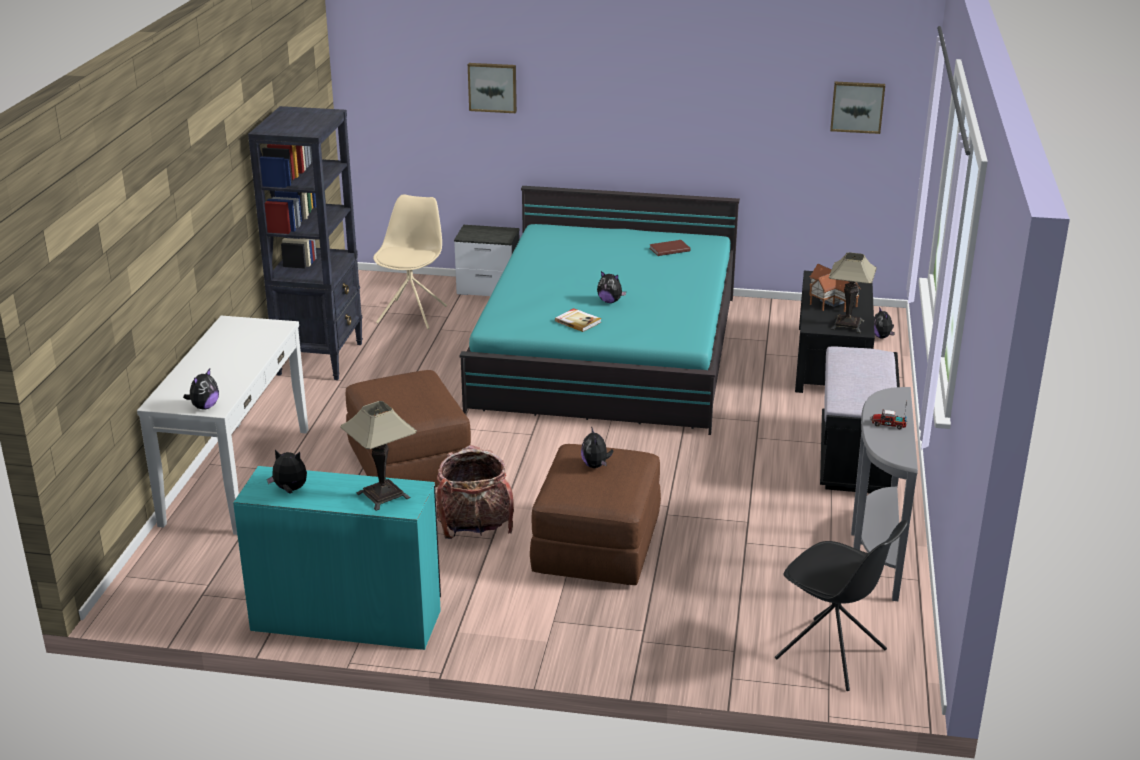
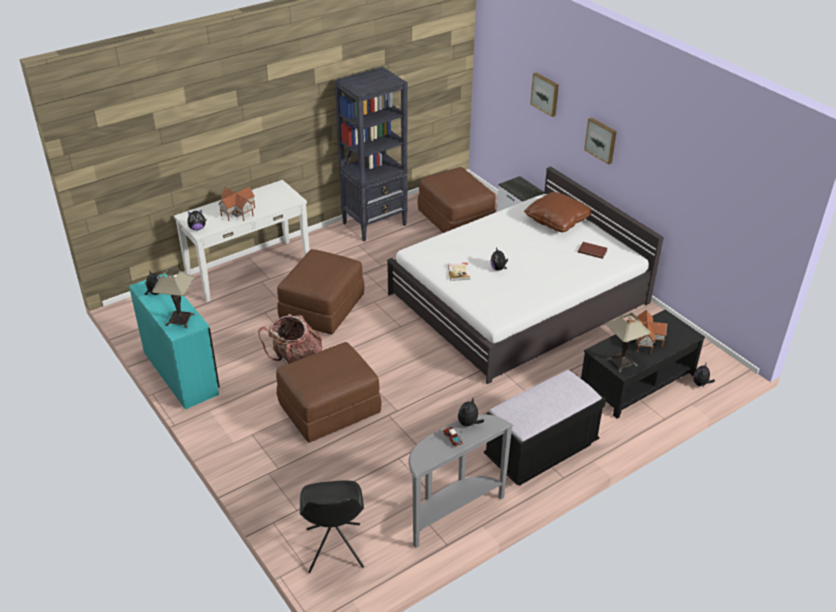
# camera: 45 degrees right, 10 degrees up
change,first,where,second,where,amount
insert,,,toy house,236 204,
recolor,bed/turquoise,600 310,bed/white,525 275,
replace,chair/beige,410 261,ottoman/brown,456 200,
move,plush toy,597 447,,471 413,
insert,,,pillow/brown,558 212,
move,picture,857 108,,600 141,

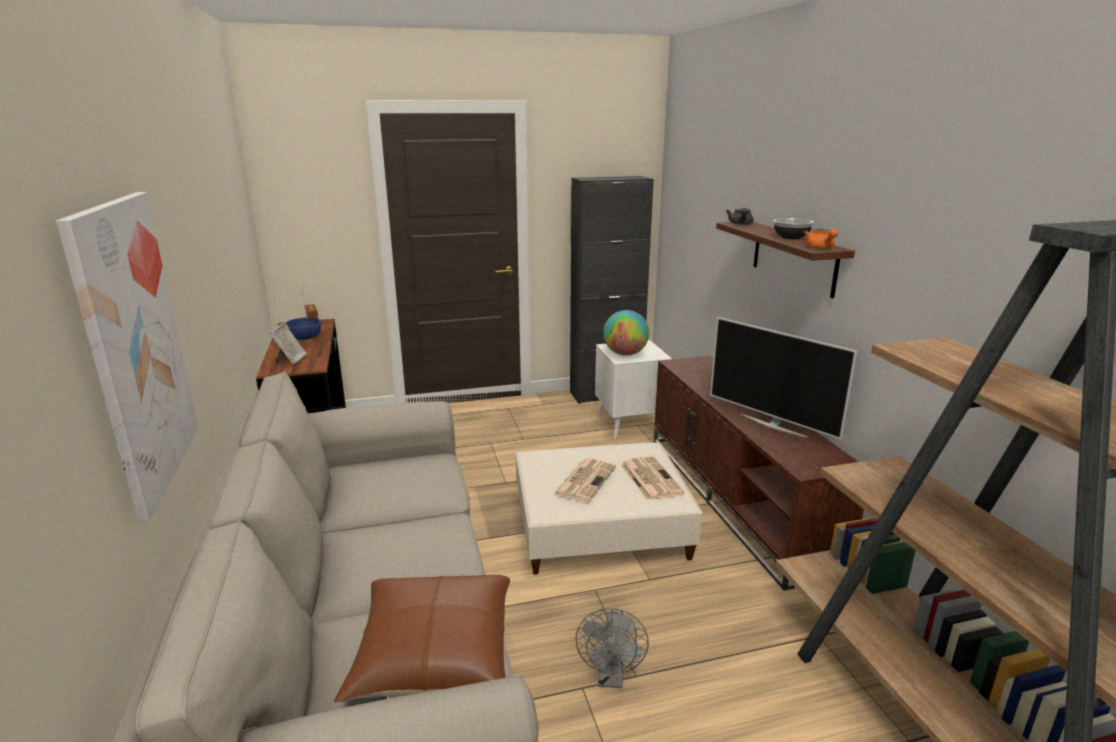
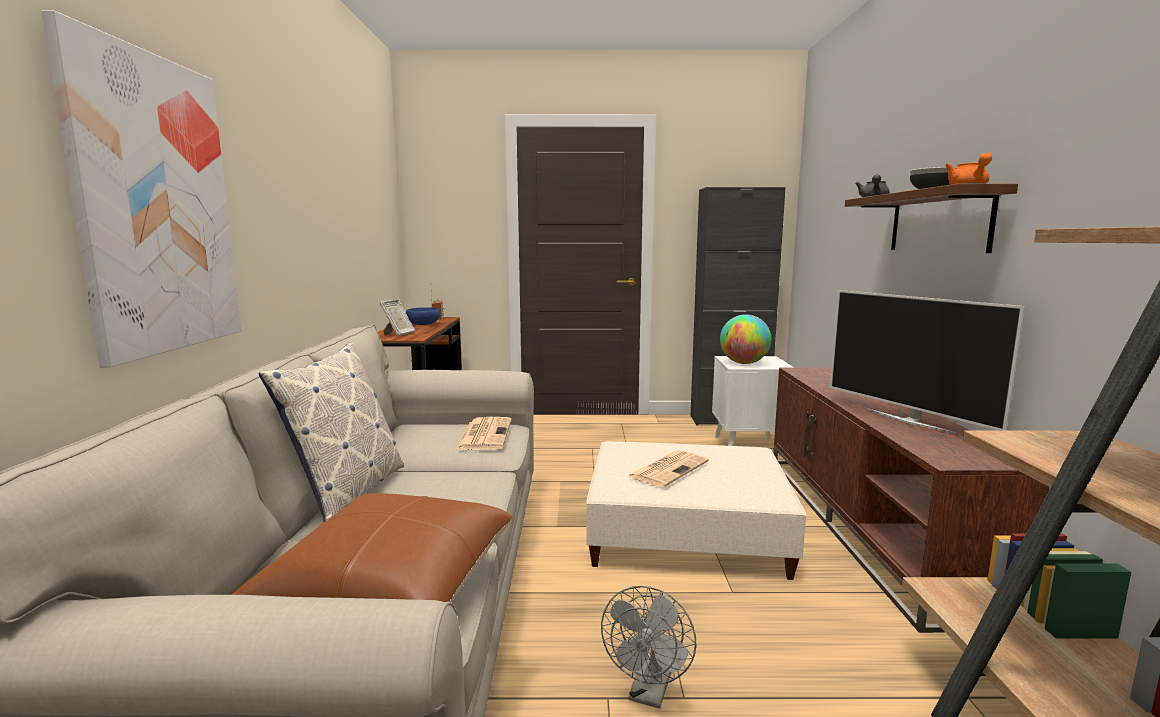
# camera: 15 degrees right, 10 degrees down
change,first,where,second,where,amount
insert,,,pillow,331 432,
move,newspaper,652 478,,483 433,

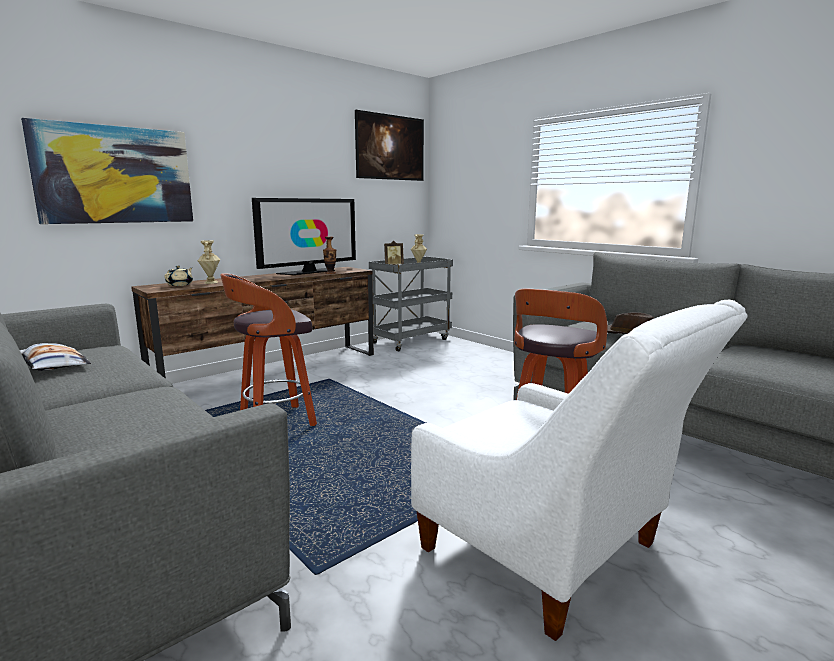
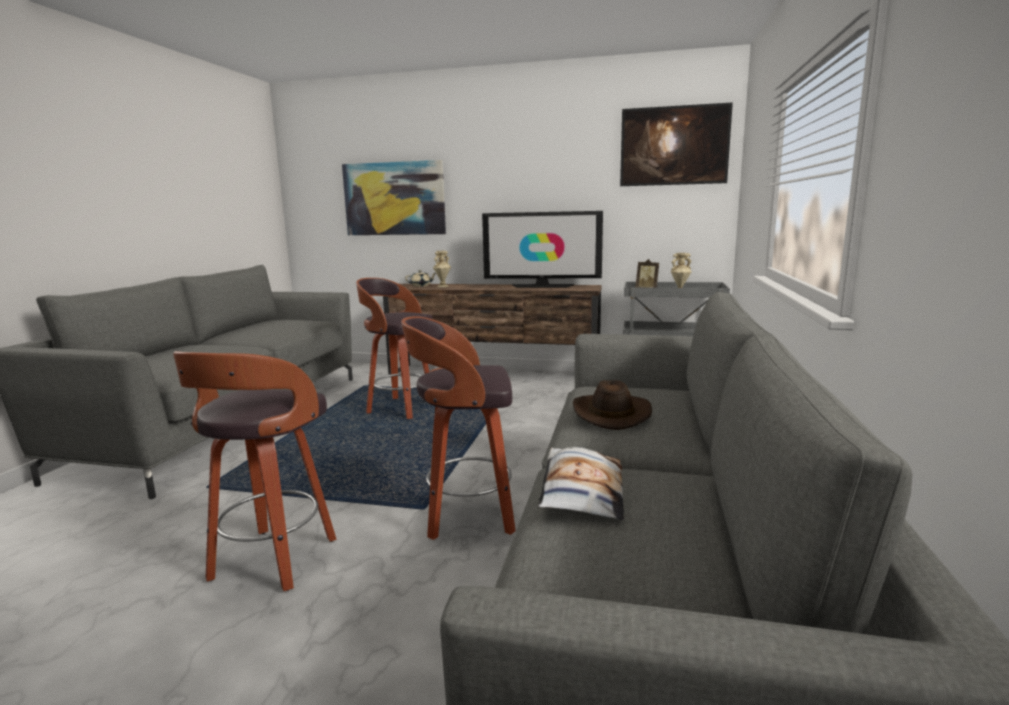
# camera: 55 degrees right, 0 degrees up
change,first,where,second,where,amount
replace,armchair/white,579 470,stool,255 471,
move,pillow,55 357,,581 483,
delete,vase,329 255,,,

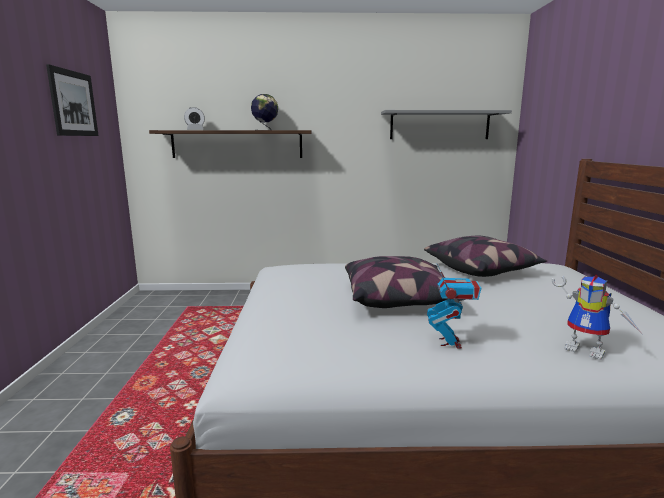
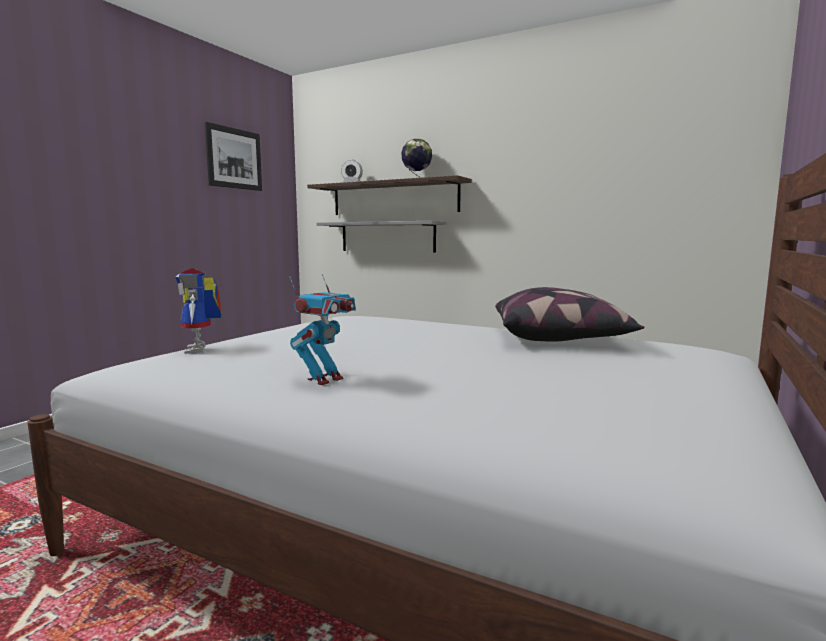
# camera: 30 degrees right, 5 degrees down
change,first,where,second,where,amount
move,toy robot,596 317,,198 311,
move,shelf/grey,446 124,,381 237,
delete,pillow,405 282,,,

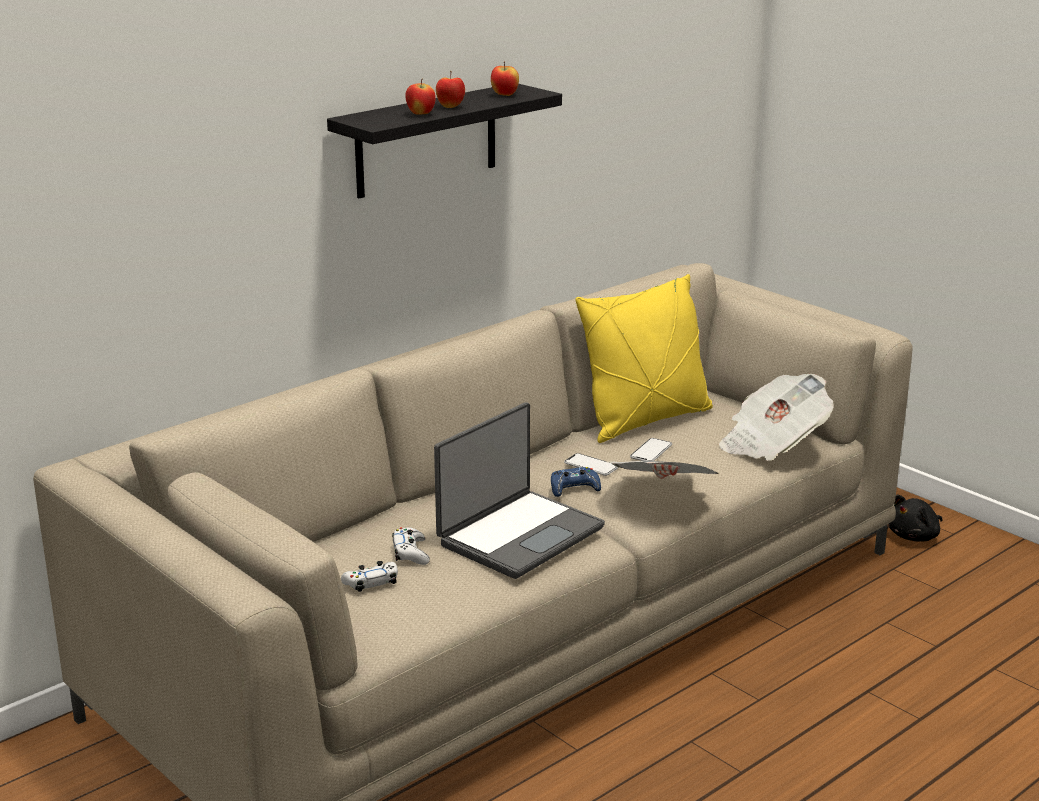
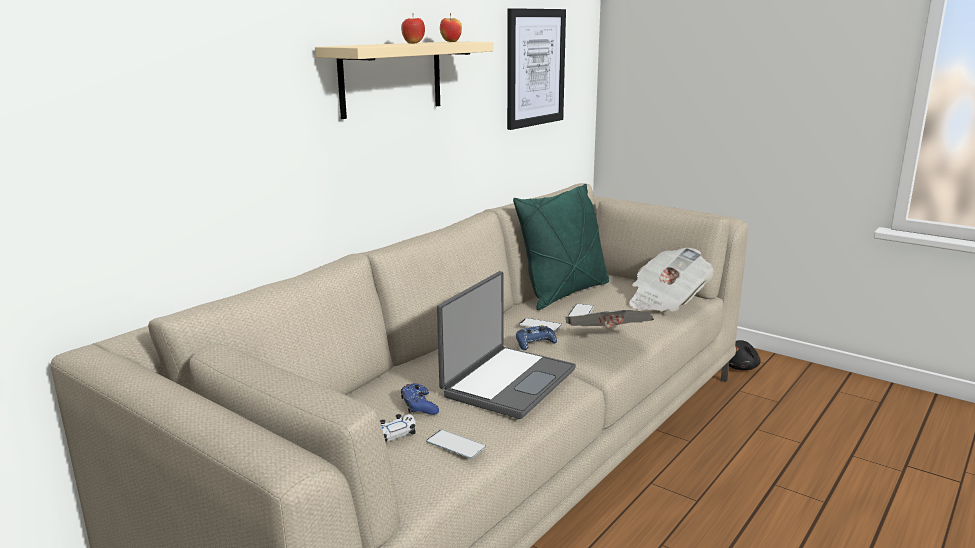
# camera: 10 degrees left, 5 degrees down
change,first,where,second,where,amount
recolor,shelf/black,444 141,shelf/beige,404 80,
recolor,game controller/white,411 546,game controller/blue,420 399,
insert,,,phone,456 444,
insert,,,picture,536 69,
recolor,pillow/yellow,644 358,pillow/green,561 247,
delete,apple,420 96,,,

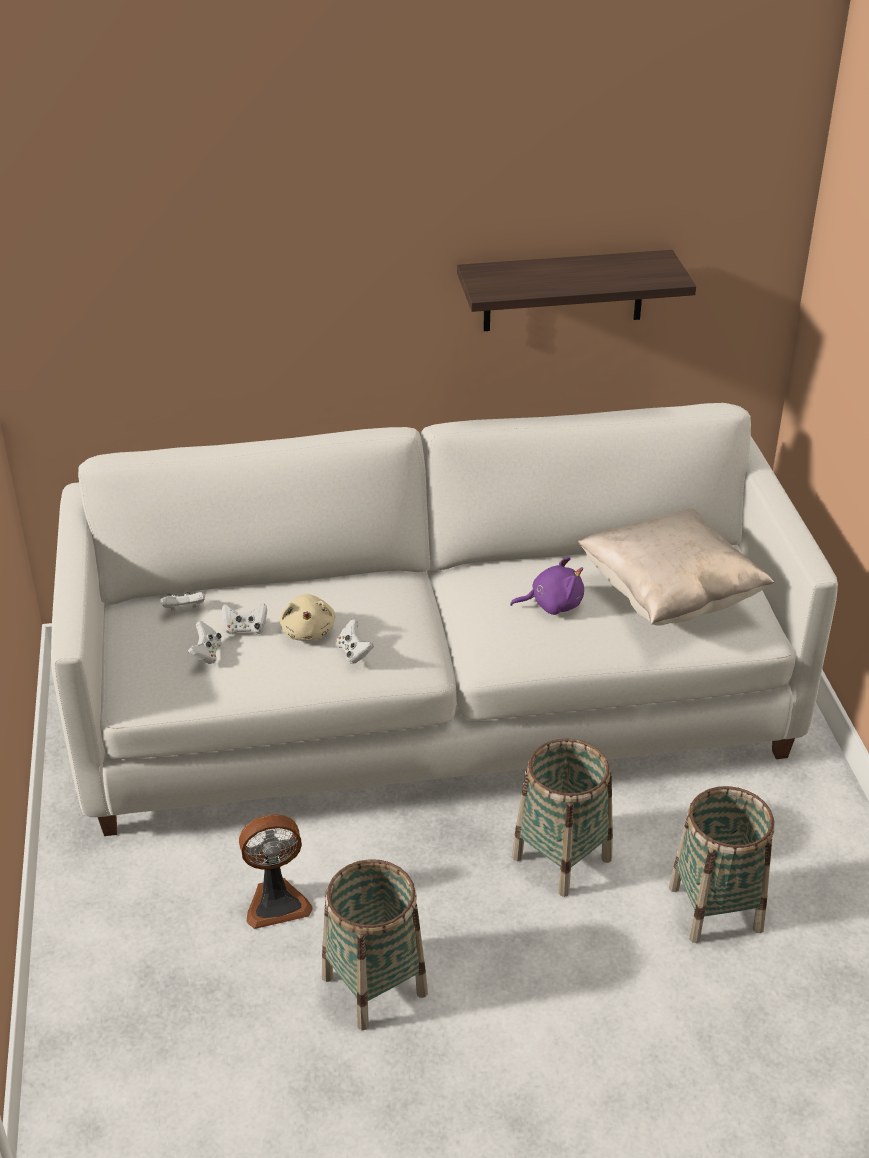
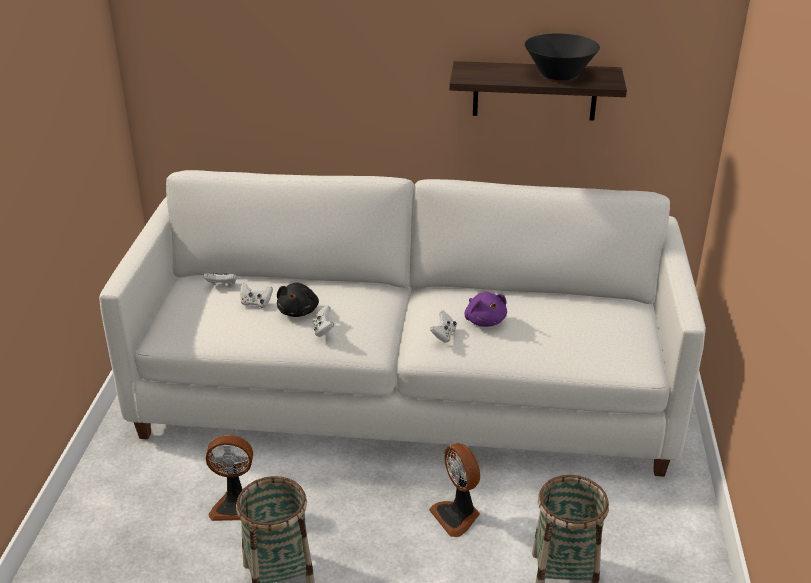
# camera: 15 degrees right, 5 degrees down
change,first,where,second,where,amount
recolor,plush toy/beige,307 617,plush toy/black,298 300,
replace,basket,562 818,fan,454 490,
move,game controller/white,204 642,,443 326,
rotate,plush toy/purple,547 586,,485 309,60 degrees clockwise
insert,,,bowl/black,562 56,
delete,pillow/beige,676 567,,,

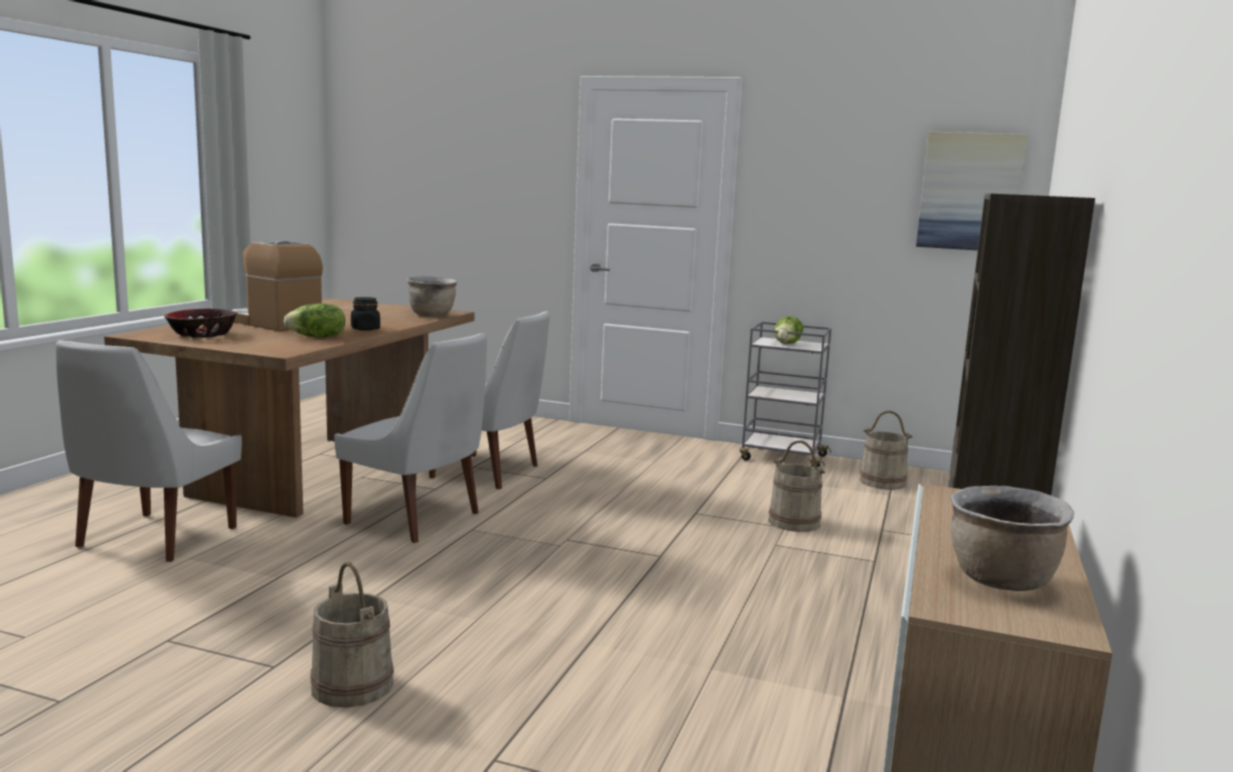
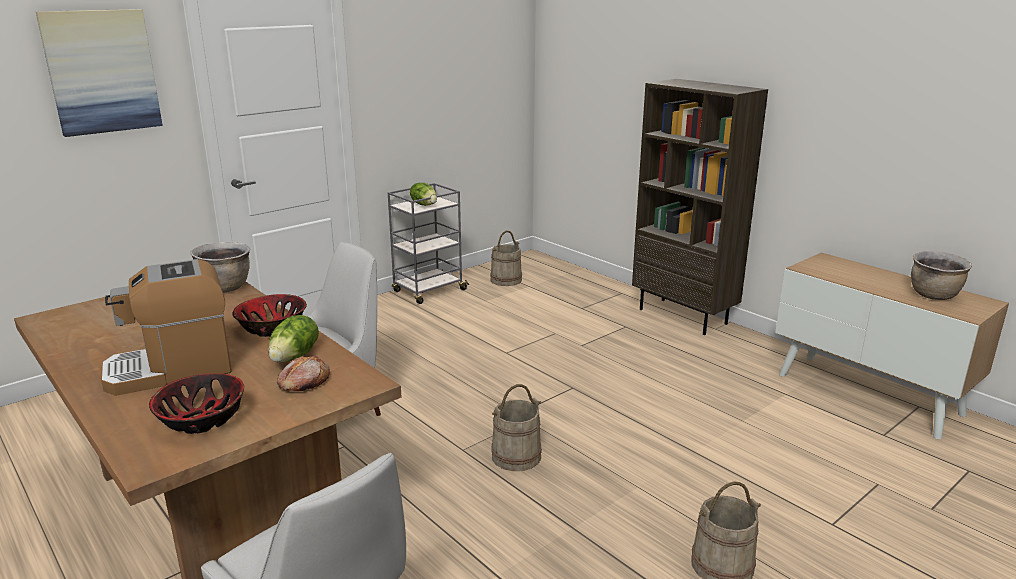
# camera: 60 degrees left, 10 degrees up
change,first,where,second,where,amount
move,picture,972 191,,99 73,
replace,jar/black,365 314,bowl,269 315,
insert,,,bread,303 373,
move,bucket/beige,796 486,,516 427,
delete,chair/white,410 438,,,

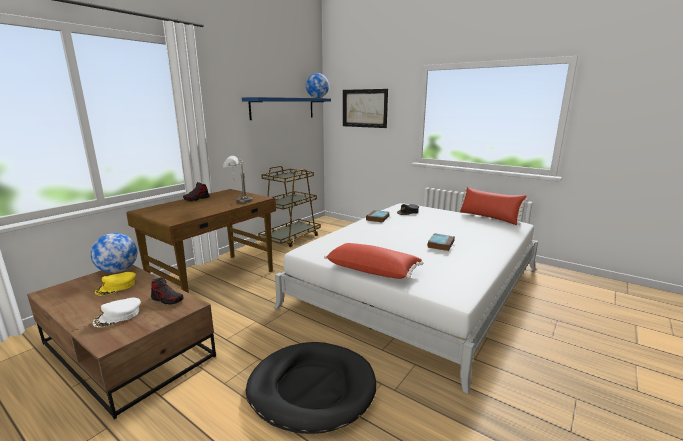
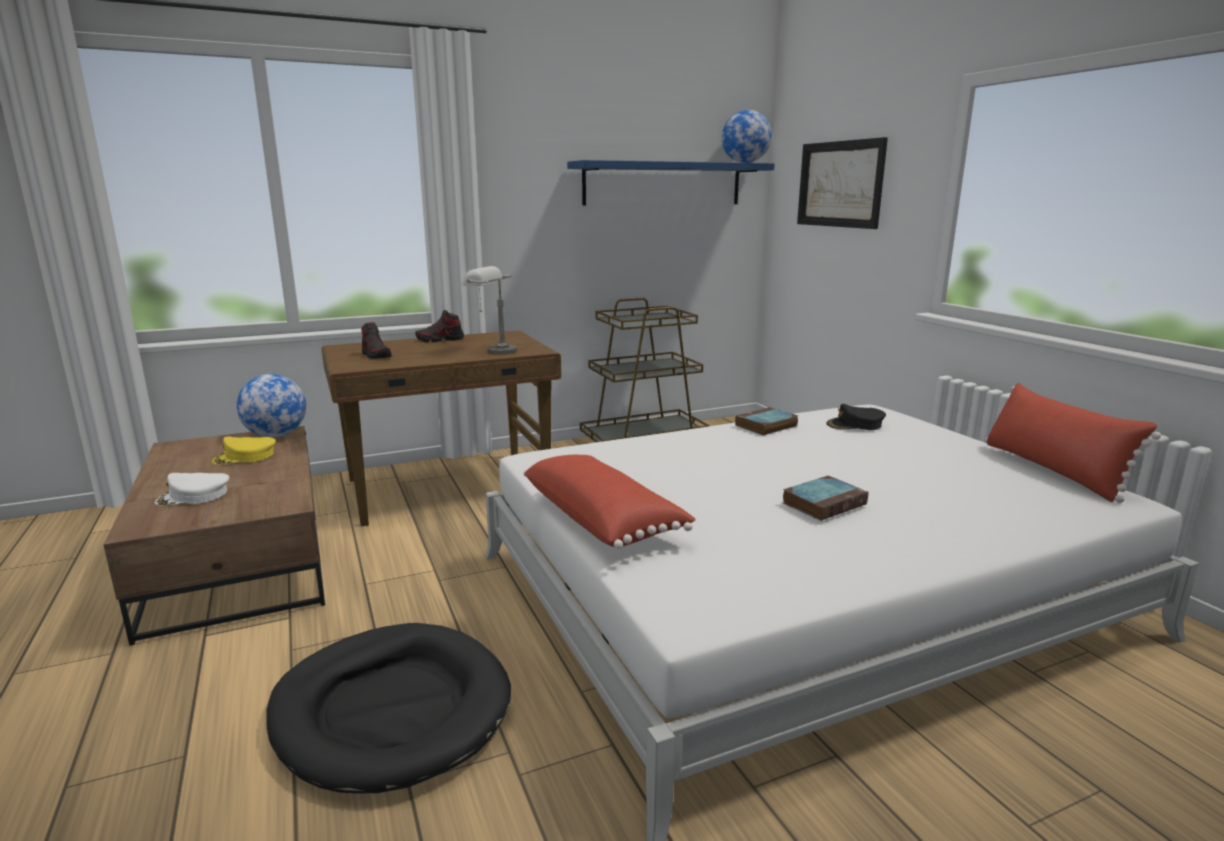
# camera: 30 degrees right, 0 degrees up
change,first,where,second,where,amount
move,shoe,167 290,,376 340,

